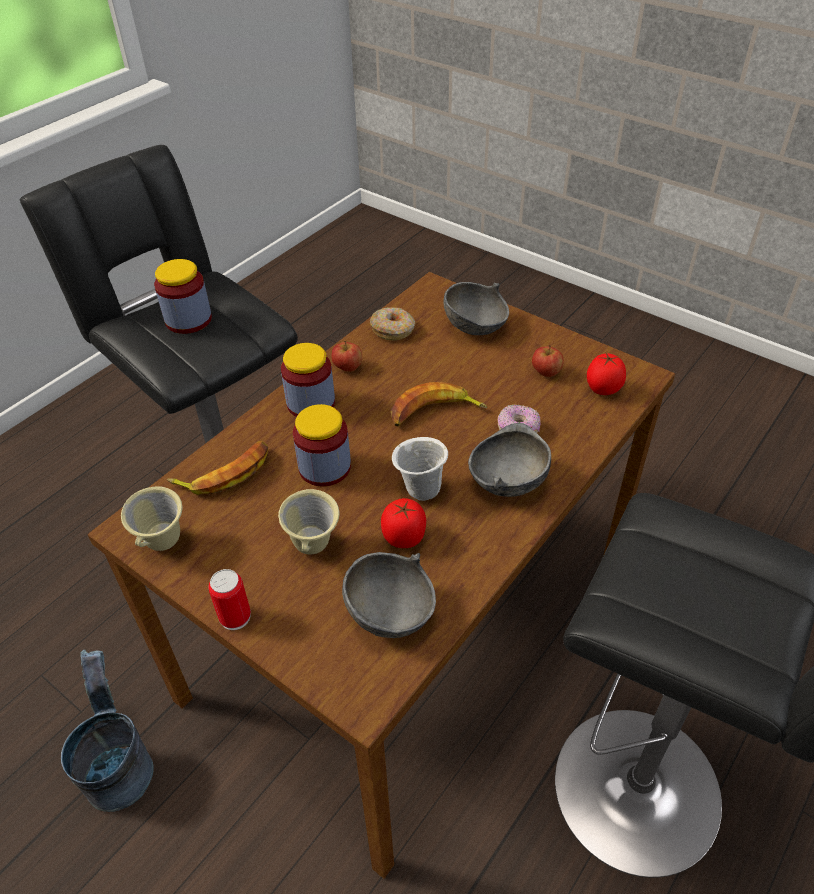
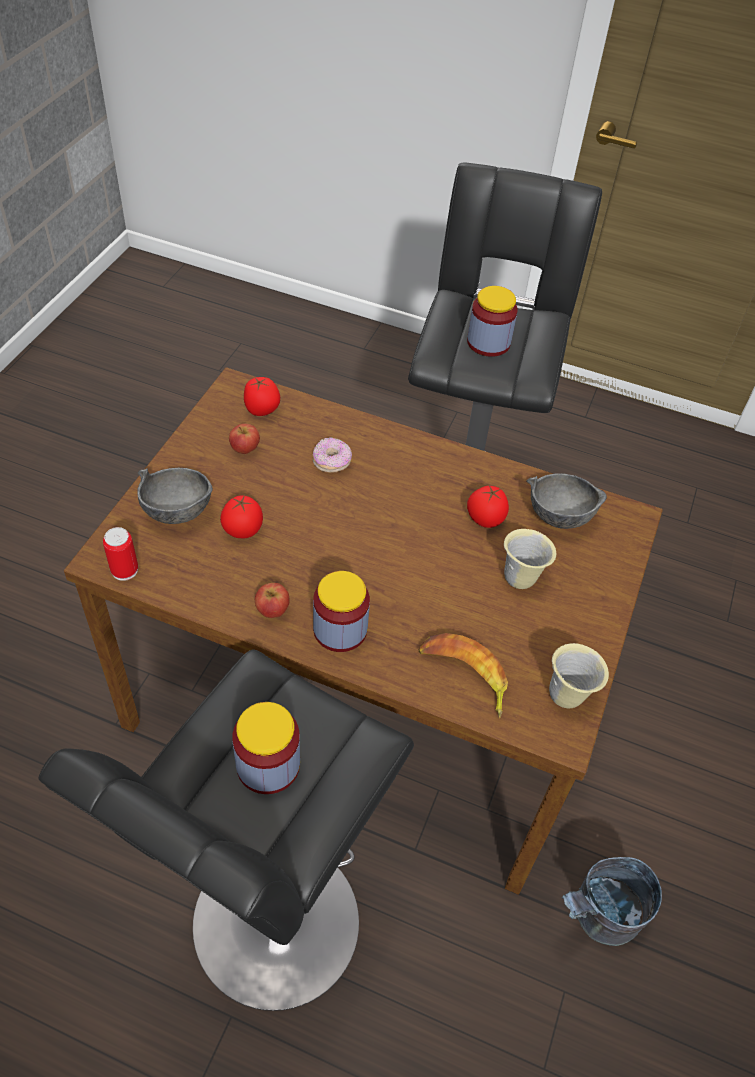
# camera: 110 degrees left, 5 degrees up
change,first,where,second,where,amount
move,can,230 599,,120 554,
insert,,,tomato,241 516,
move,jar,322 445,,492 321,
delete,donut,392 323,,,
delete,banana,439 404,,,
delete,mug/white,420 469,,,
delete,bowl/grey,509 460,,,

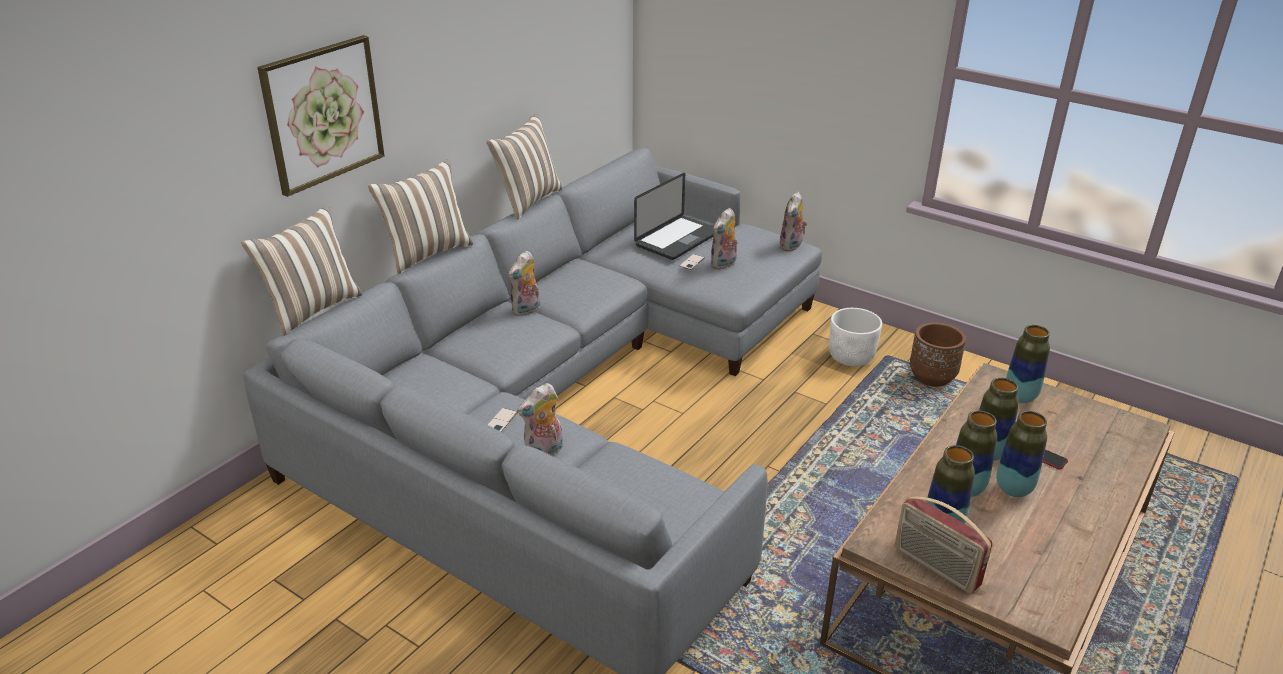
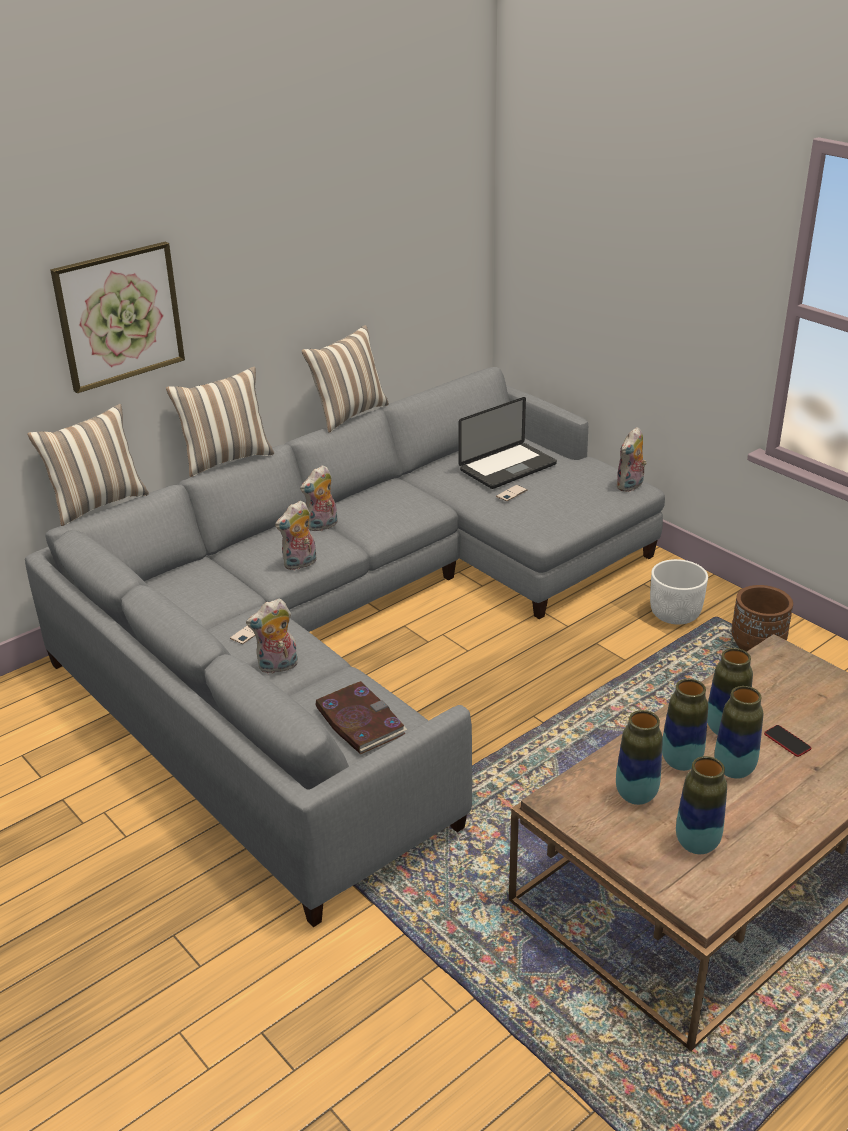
# camera: 15 degrees right, 0 degrees up
change,first,where,second,where,amount
move,plush toy,724 239,,295 535,
insert,,,book,361 717,
move,vase,1028 364,,701 805,
delete,radio,944 545,,,

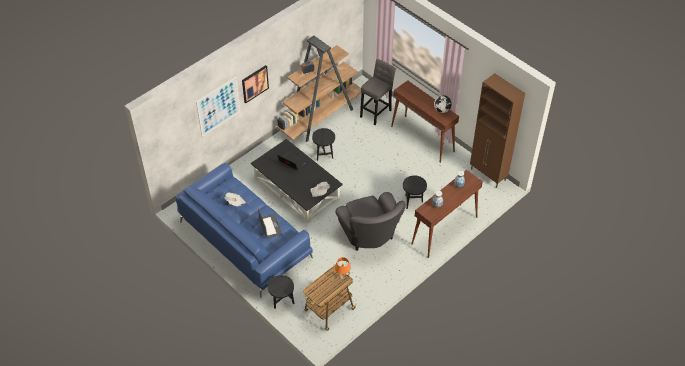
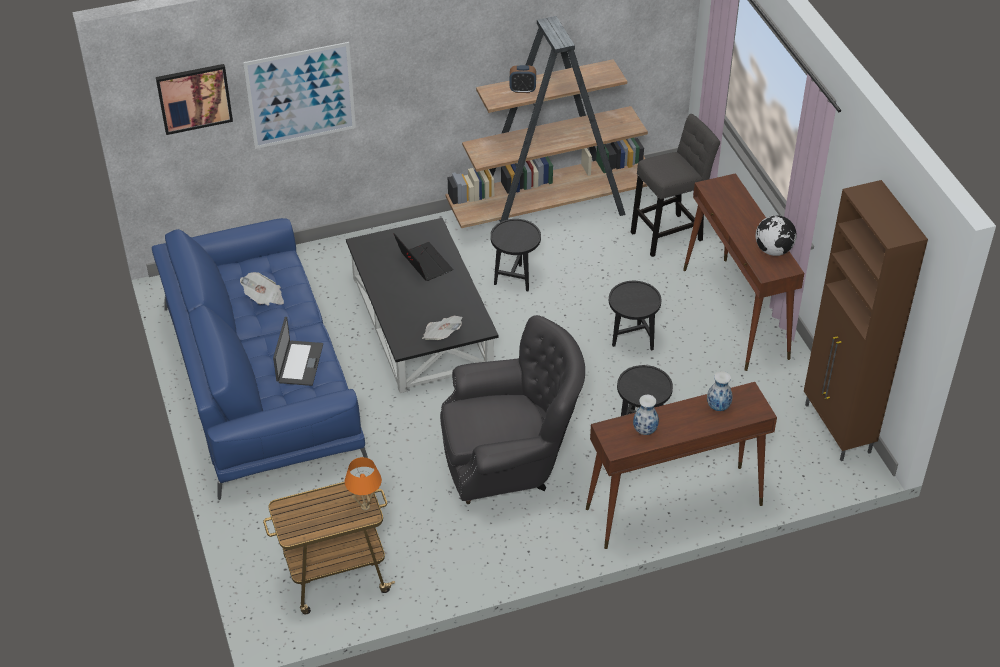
# camera: 25 degrees right, 5 degrees down
change,first,where,second,where,amount
move,picture,255 84,,194 99,
rotate,armchair/grey,370 221,,512 409,105 degrees counterclockwise
move,side table/black,281 292,,635 316,

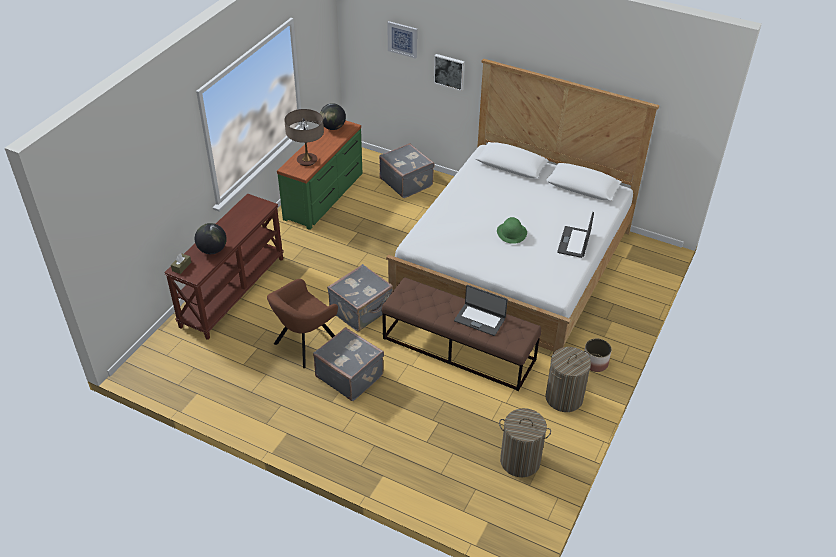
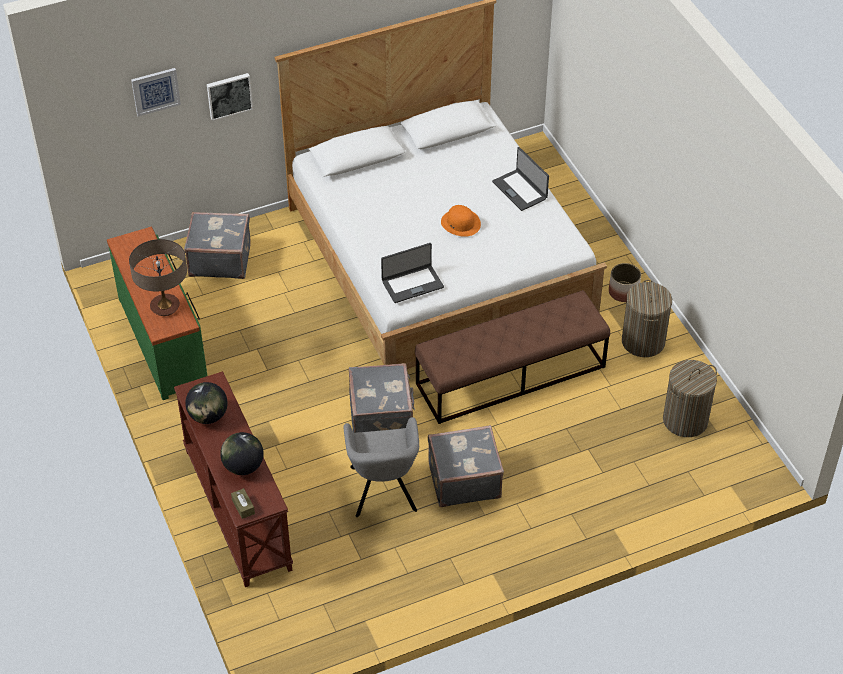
# camera: 50 degrees left, 5 degrees up
change,first,where,second,where,amount
move,globe,333 116,,206 403,
recolor,armchair/brown,302 323,armchair/grey,381 467,
move,laptop,481 310,,412 273,
recolor,hat/green,512 230,hat/orange,461 221,

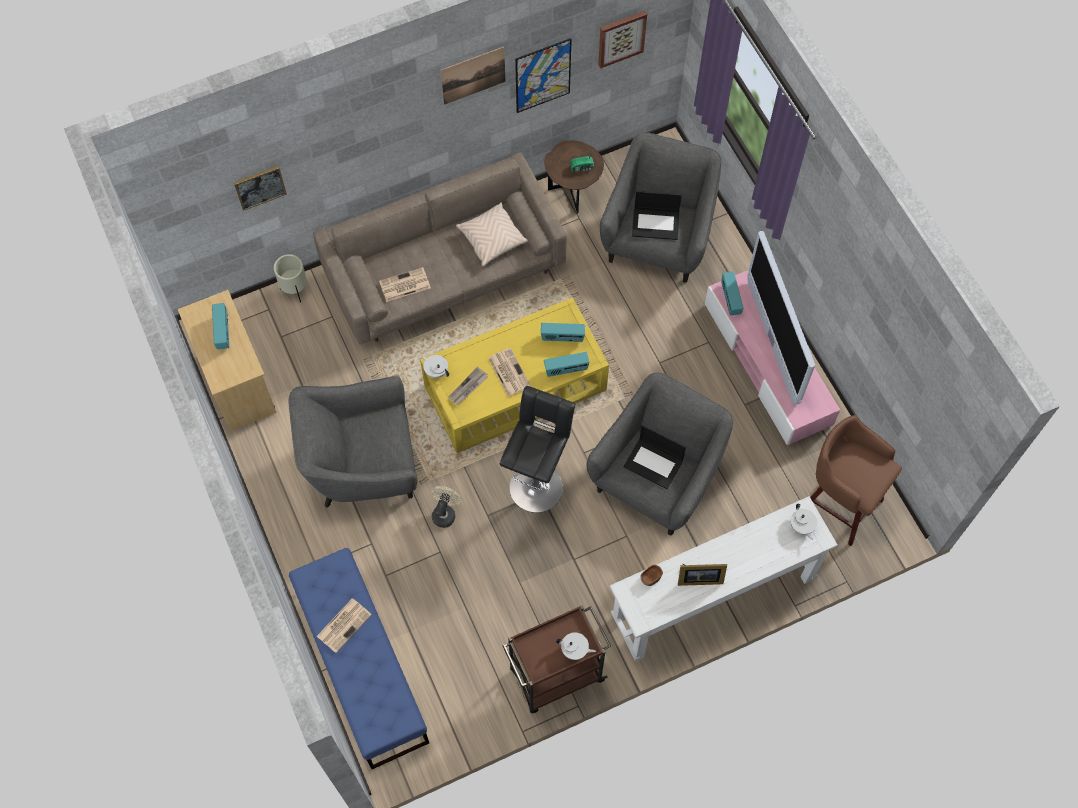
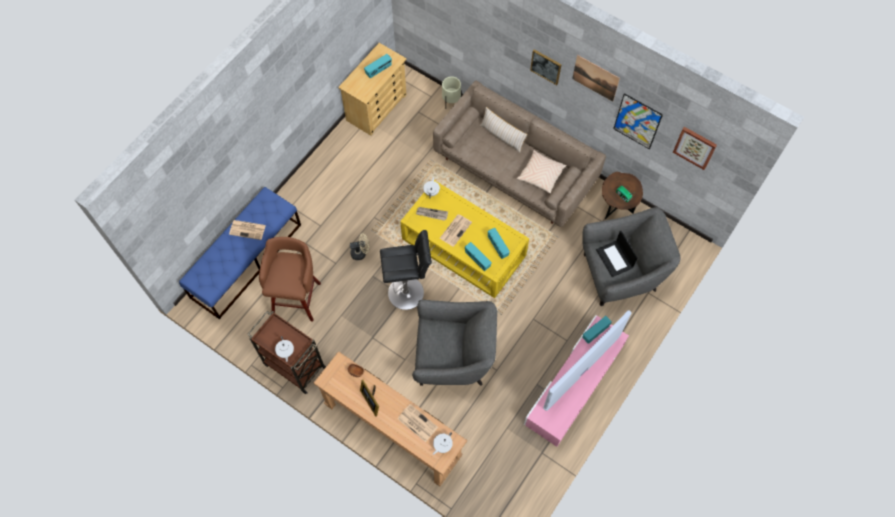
# camera: 60 degrees right, 0 degrees up
change,first,where,second,where,amount
move,stool/brown,856 480,,290 279,
recolor,console table/white,724 579,console table/brown,390 418,
move,newspaper,405 284,,417 423,
insert,,,pillow/beige,503 130,
move,picture,260 188,,546 67,
delete,armchair/grey,353 442,,,
delete,laptop,655 457,,,

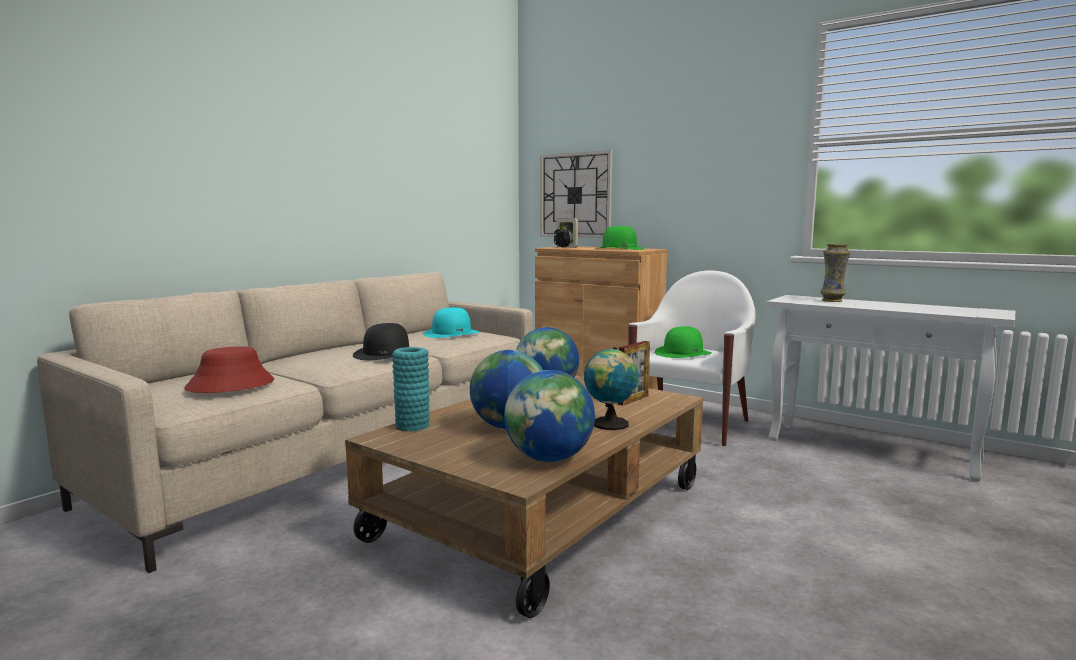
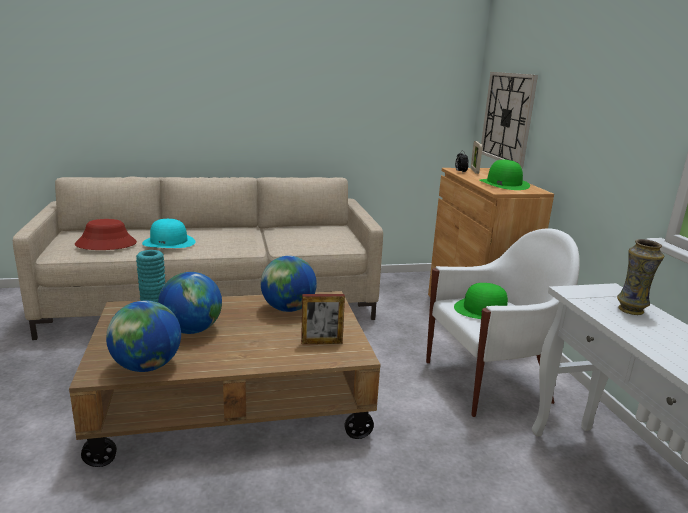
# camera: 40 degrees right, 10 degrees up
change,first,where,second,where,amount
move,hat/turquoise,451 322,,169 233,
delete,hat/black,381 341,,,
delete,globe,611 388,,,

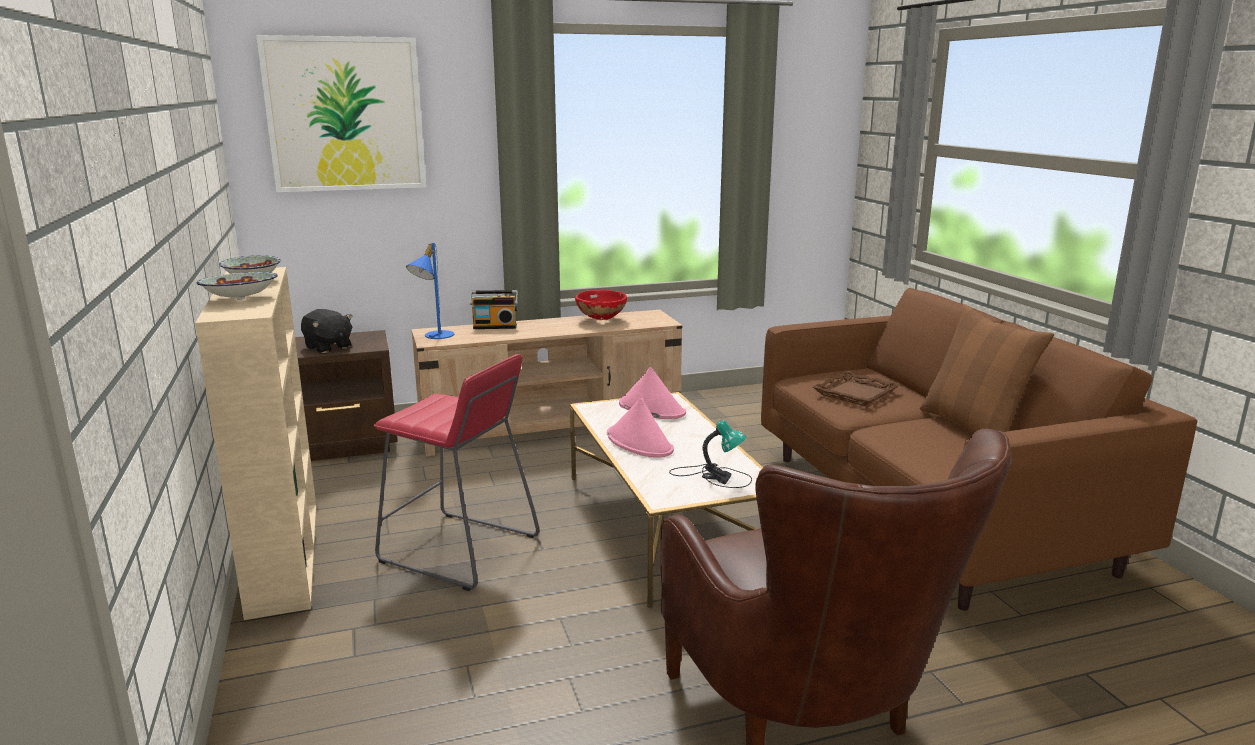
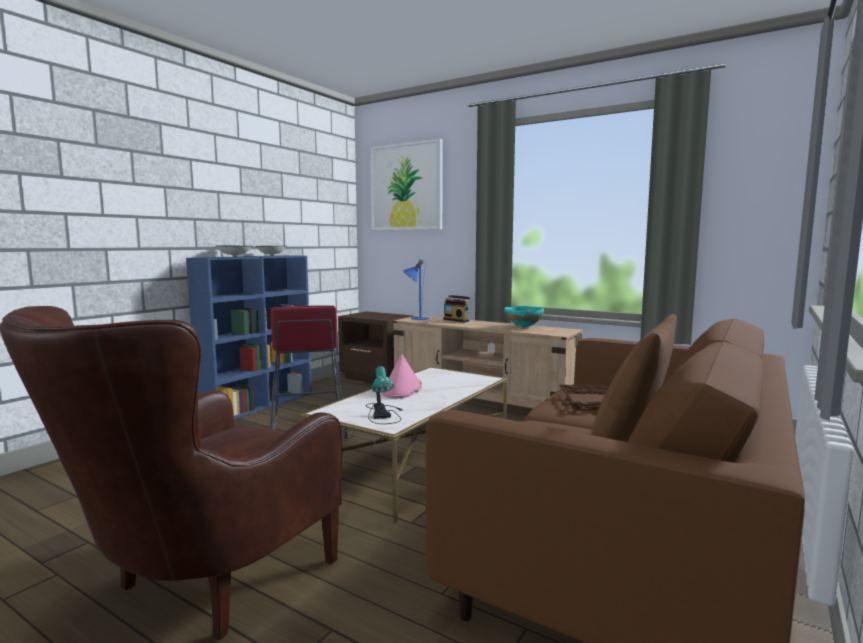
# camera: 50 degrees right, 10 degrees down
change,first,where,second,where,amount
recolor,bookcase/beige,255 443,bookcase/blue,249 337,
recolor,bowl/red,601 305,bowl/turquoise,524 316,
delete,plush toy/black,327 331,,,
delete,hat/pink,652 393,,,

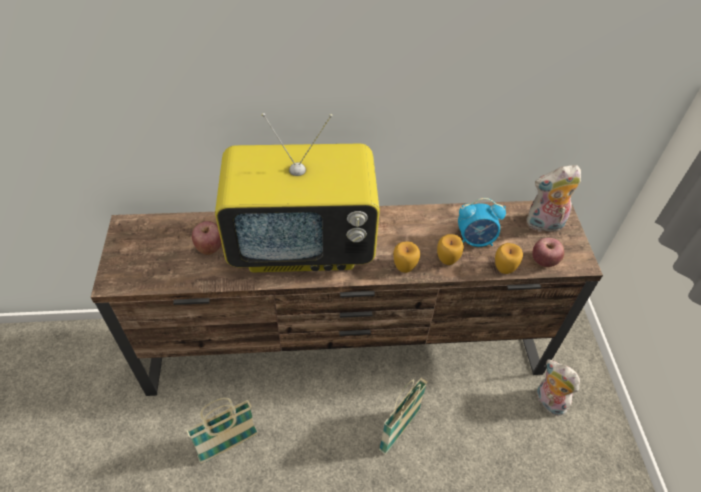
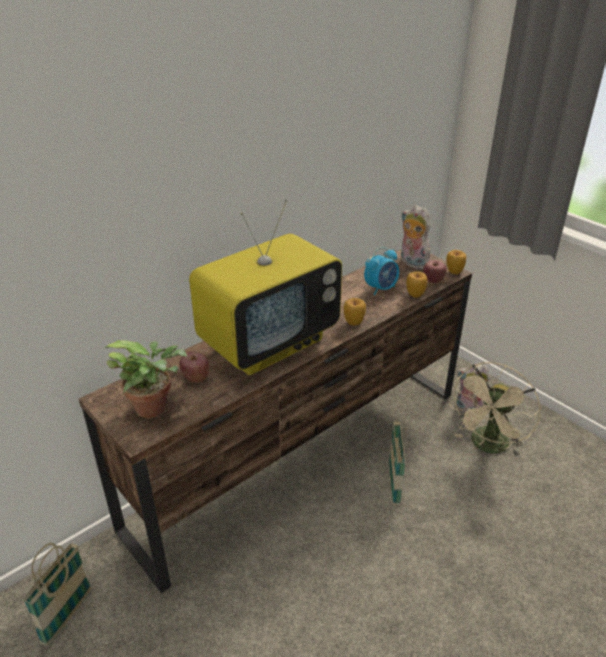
# camera: 35 degrees left, 15 degrees down
change,first,where,second,where,amount
move,basket,222 430,,57 594,
insert,,,potted plant,146 379,
rotate,plush toy,553 198,,416 237,90 degrees clockwise
move,apple,450 249,,456 262,
insert,,,fan/beige,495 409,

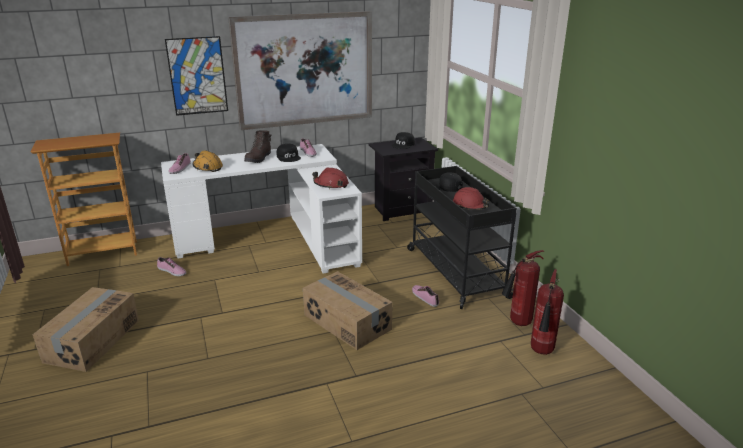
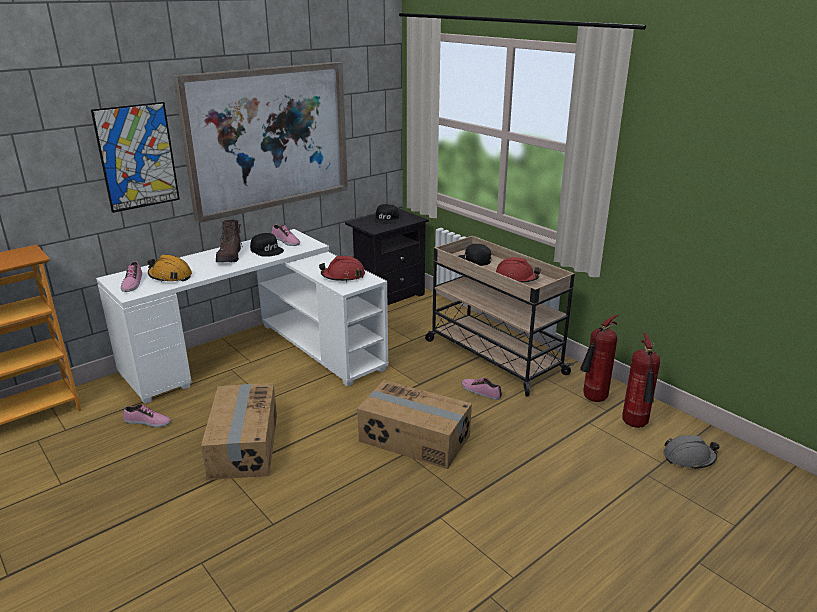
# camera: 20 degrees left, 0 degrees up
change,first,where,second,where,amount
move,cardboard box,85 329,,239 431,
recolor,cart/black,462 237,cart/beige,500 316,
insert,,,hard hat/grey,692 452,

